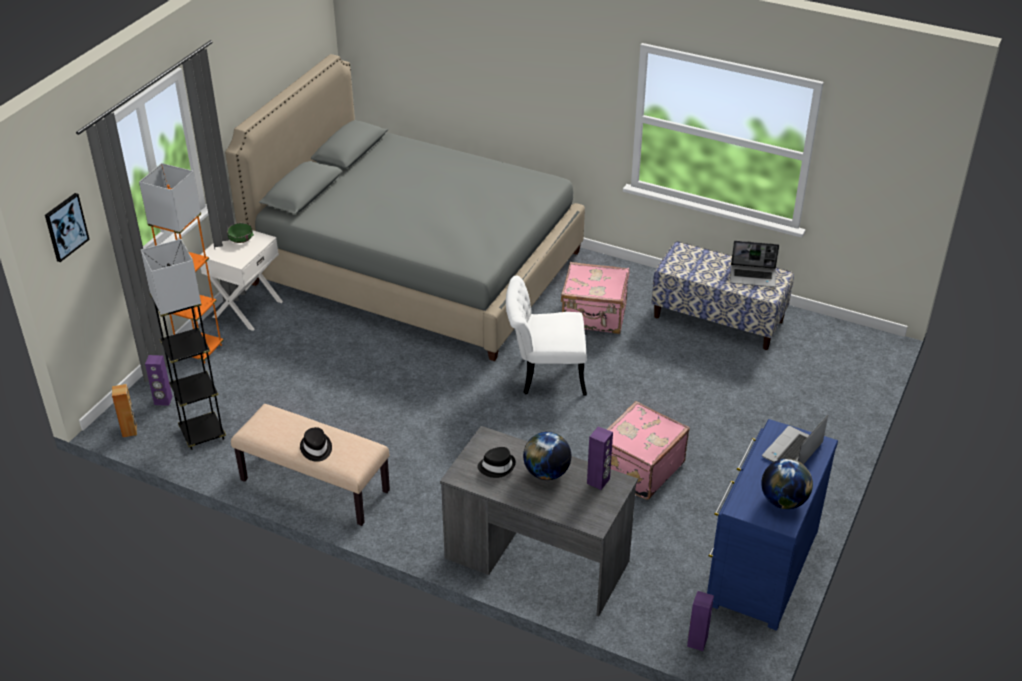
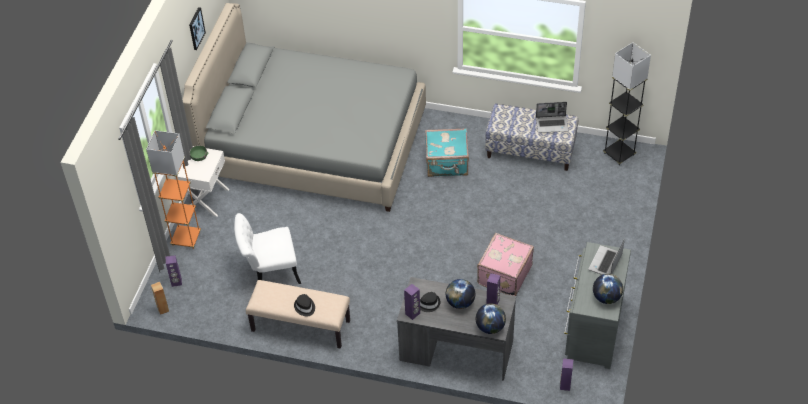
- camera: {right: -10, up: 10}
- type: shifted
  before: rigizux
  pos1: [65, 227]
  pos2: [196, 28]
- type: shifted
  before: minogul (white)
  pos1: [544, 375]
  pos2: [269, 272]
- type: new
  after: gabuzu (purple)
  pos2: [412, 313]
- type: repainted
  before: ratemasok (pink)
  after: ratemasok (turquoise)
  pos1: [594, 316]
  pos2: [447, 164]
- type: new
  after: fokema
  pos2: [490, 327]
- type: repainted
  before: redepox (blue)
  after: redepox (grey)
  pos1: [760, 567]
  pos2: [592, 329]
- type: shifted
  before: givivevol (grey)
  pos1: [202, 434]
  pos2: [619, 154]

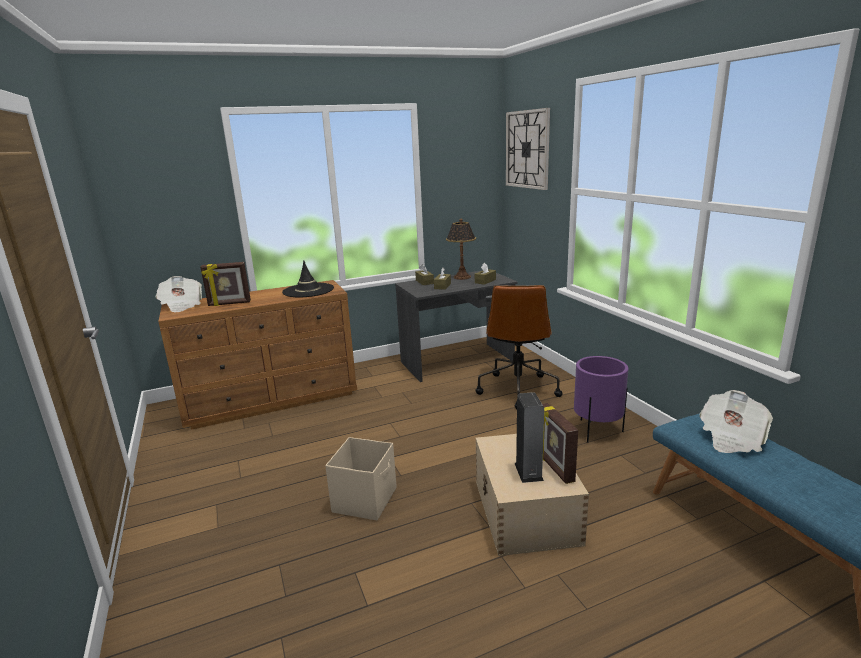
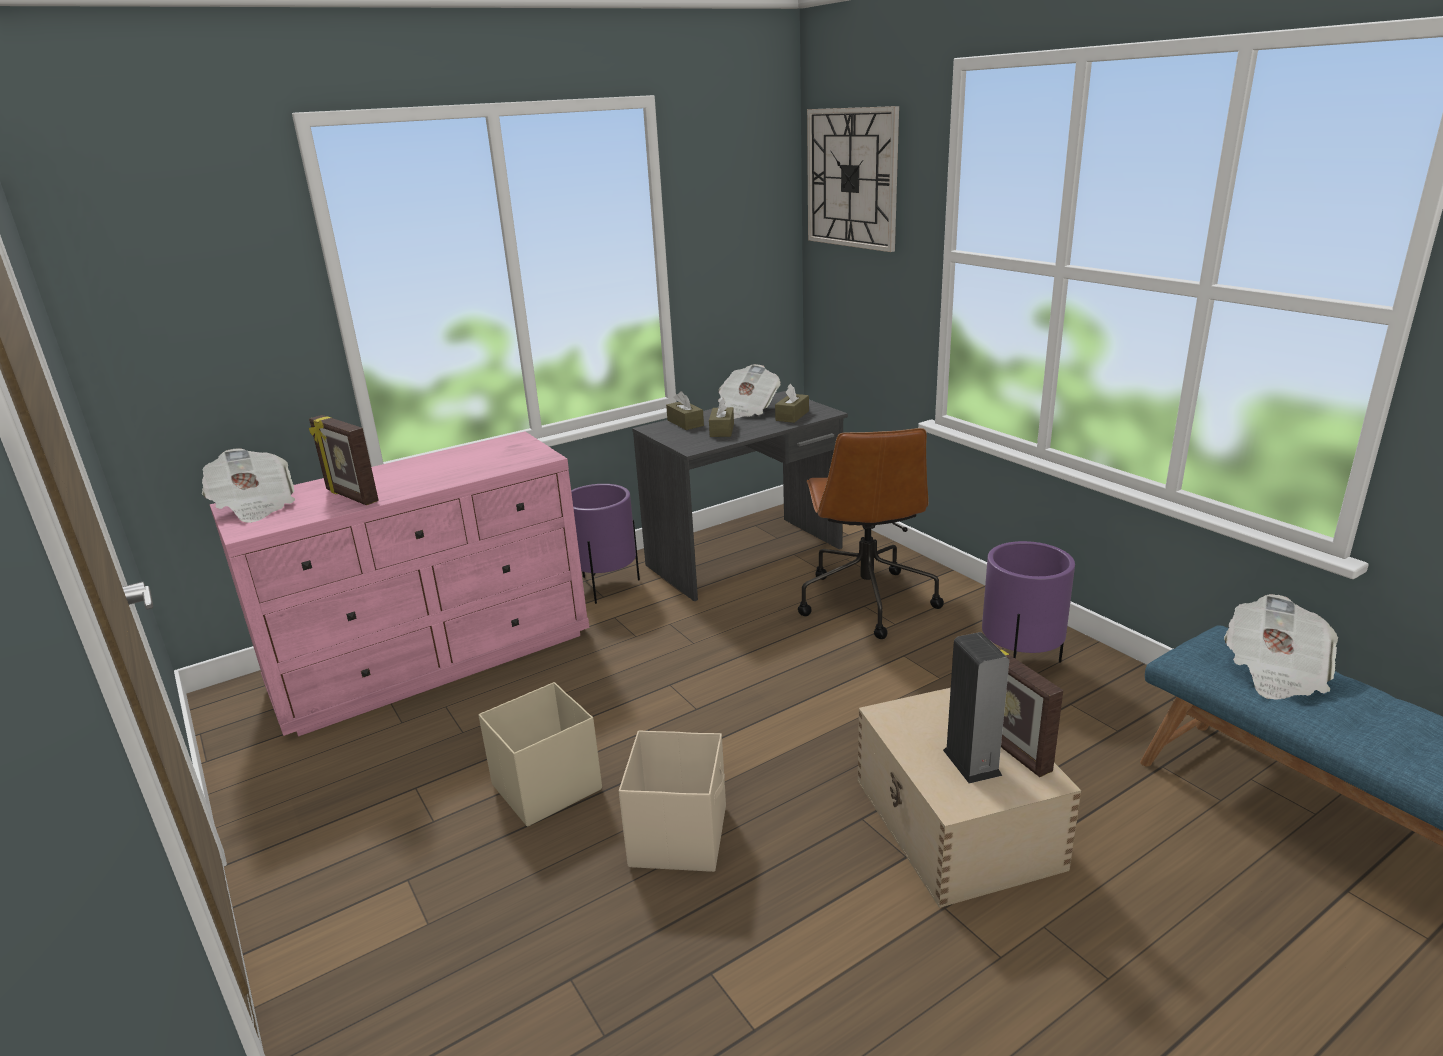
- camera: {right: -10, up: 5}
- type: repainted
  before: redepox (brown)
  after: redepox (pink)
  pos1: [273, 399]
  pos2: [435, 659]
- type: rotated
  before: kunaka
  pos1: [229, 304]
  pos2: [351, 496]
  turn: 60
- type: new
  after: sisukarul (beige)
  pos2: [545, 788]
- type: new
  after: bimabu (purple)
  pos2: [606, 586]
- type: swapped
  before: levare
  after: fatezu
  pos1: [462, 277]
  pos2: [747, 409]
- type: gone
  before: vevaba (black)
  pos1: [308, 290]

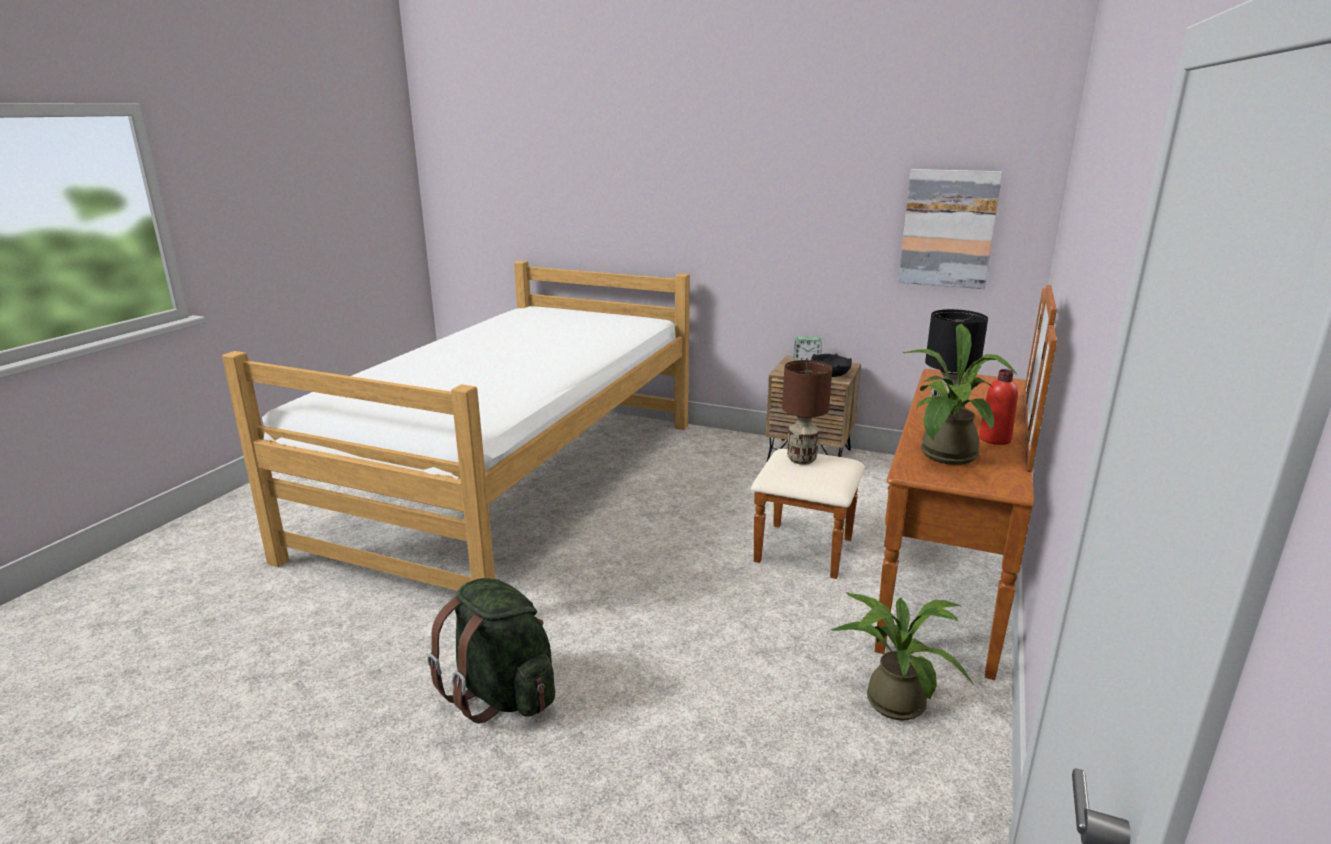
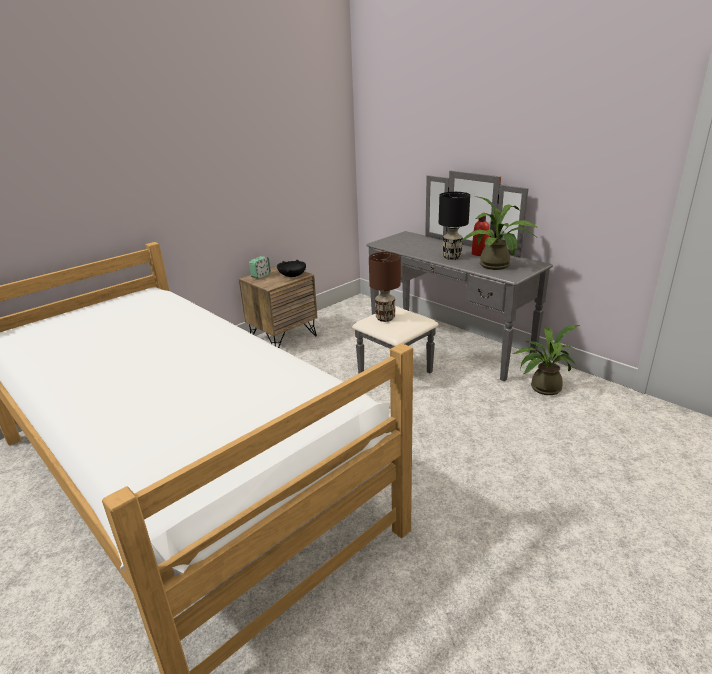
- camera: {right: -65, up: 5}
- type: repainted
  before: redepox (brown)
  after: redepox (grey)
  pos1: [910, 571]
  pos2: [437, 349]
- type: gone
  before: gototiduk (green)
  pos1: [502, 694]
- type: gone
  before: rigizux
  pos1: [948, 228]

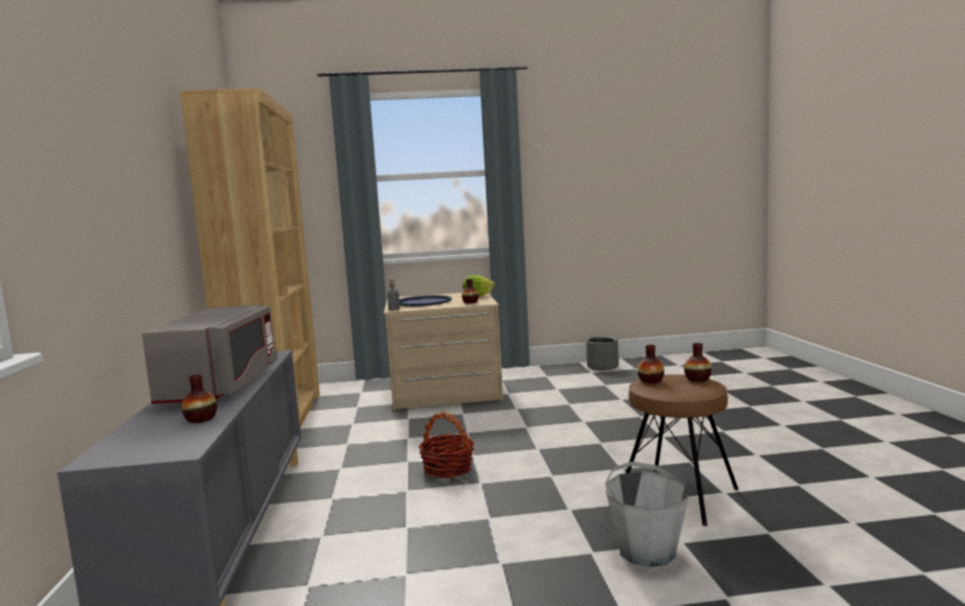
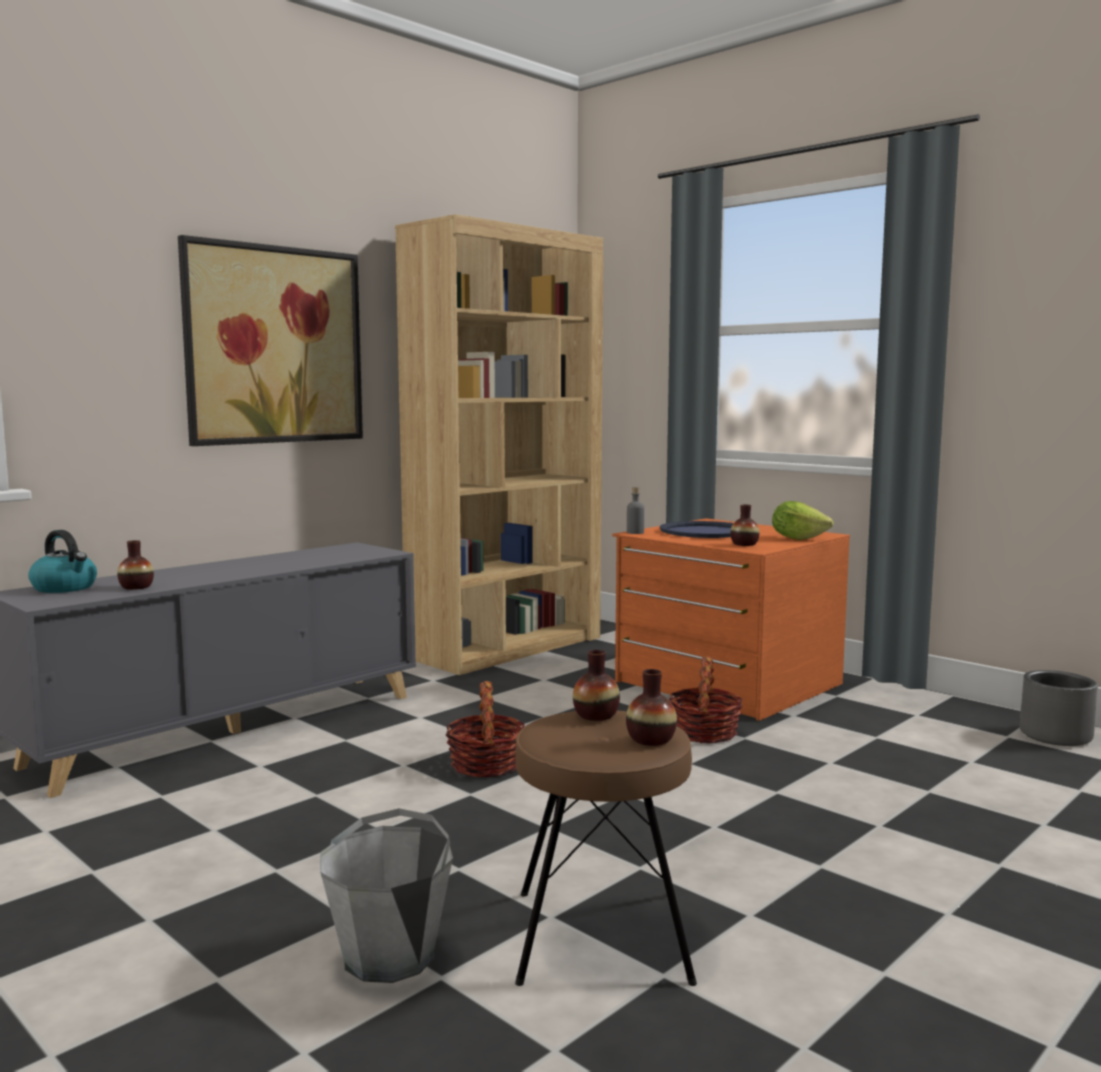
- camera: {right: 50, up: 0}
- type: new
  after: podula
  pos2: [65, 588]
- type: new
  after: rigizux
  pos2: [274, 345]
- type: repainted
  before: redepox (beige)
  after: redepox (orange)
  pos1: [445, 392]
  pos2: [726, 683]
- type: new
  after: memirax
  pos2: [704, 733]
- type: gone
  before: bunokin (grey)
  pos1: [222, 386]

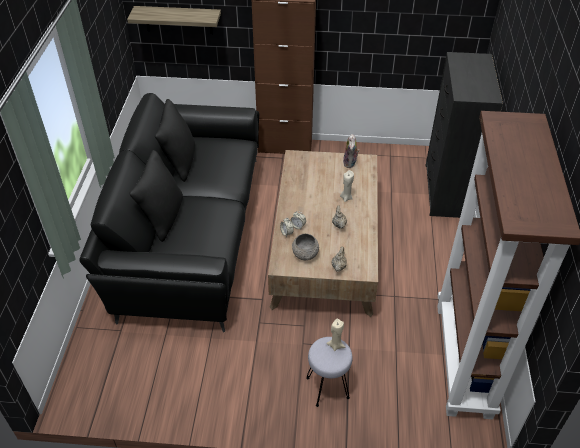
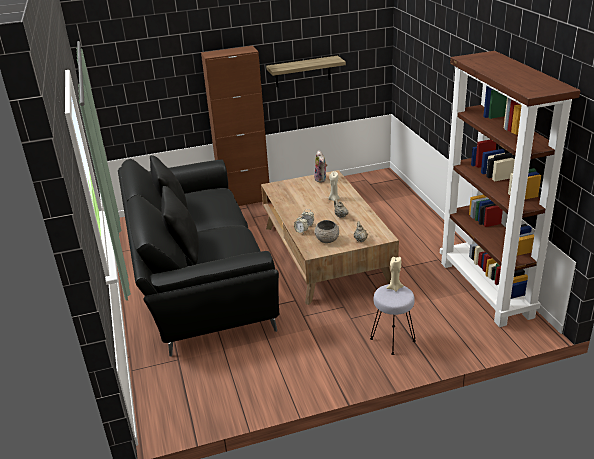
- camera: {right: -20, up: -15}
- type: shifted
  before: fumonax
  pos1: [178, 20]
  pos2: [302, 71]
- type: gone
  before: redepox (black)
  pos1: [447, 191]

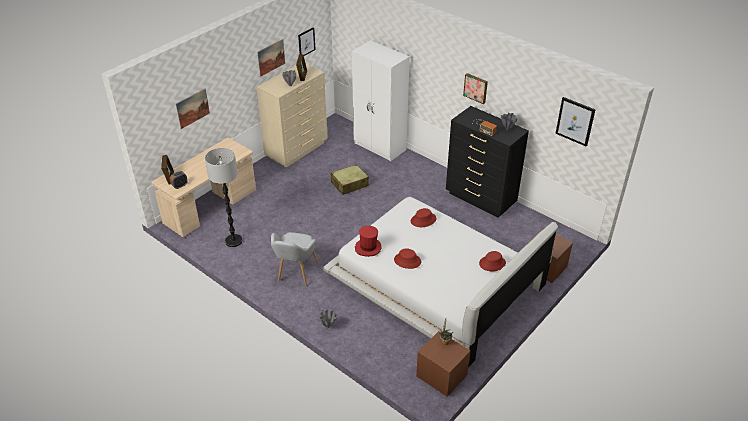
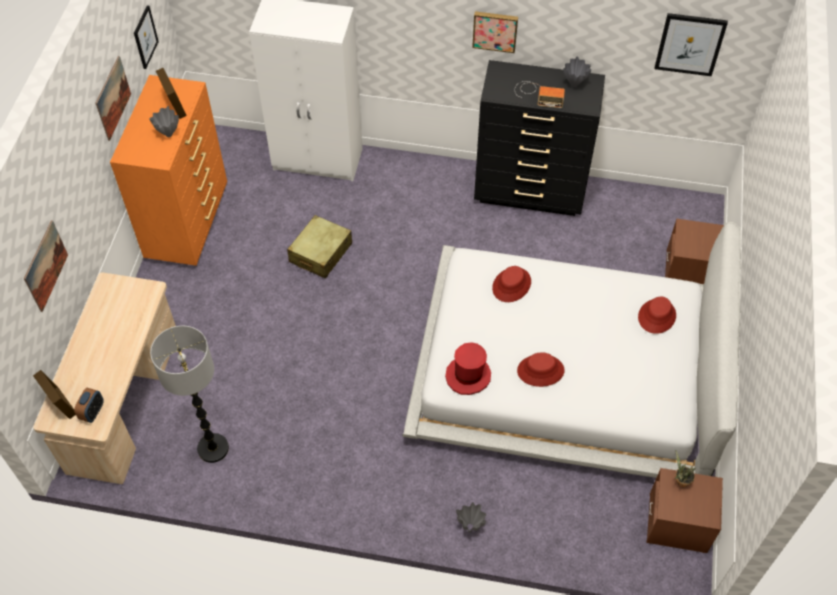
- camera: {right: -30, up: 15}
- type: repainted
  before: redepox (beige)
  after: redepox (orange)
  pos1: [297, 150]
  pos2: [189, 223]
- type: gone
  before: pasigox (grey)
  pos1: [295, 273]

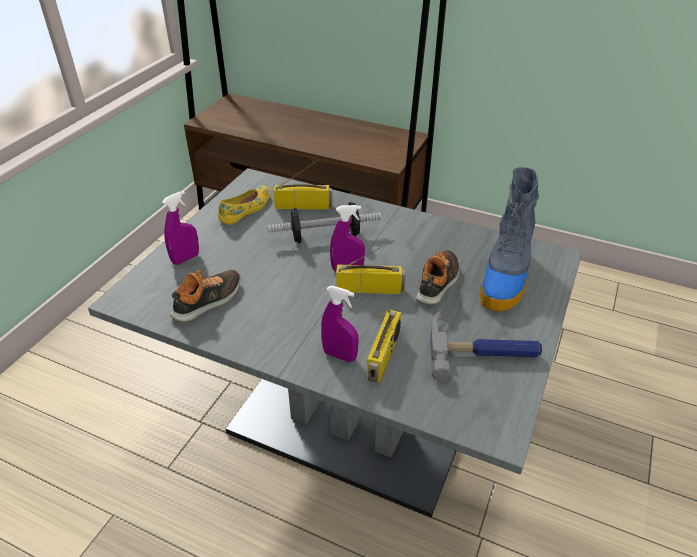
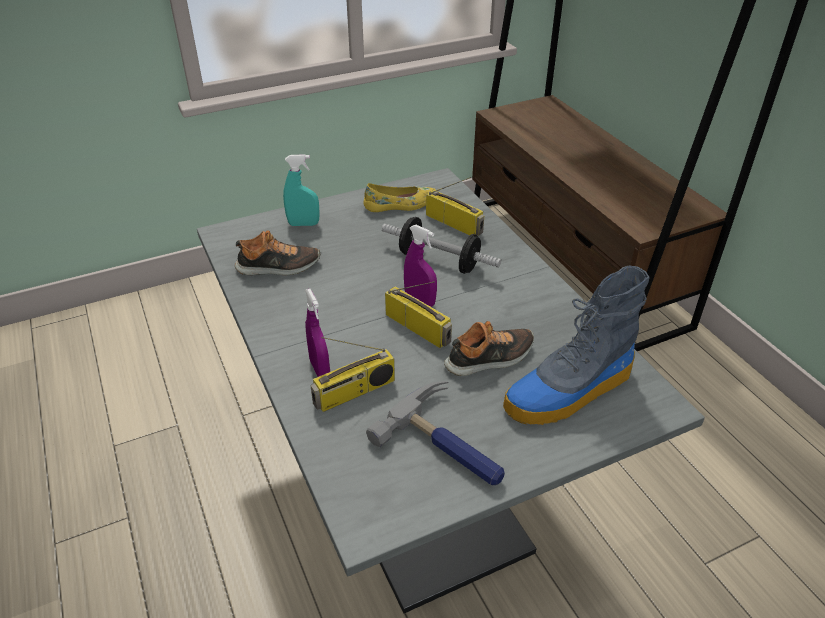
- camera: {right: 40, up: 0}
- type: repainted
  before: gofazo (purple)
  after: gofazo (turquoise)
  pos1: [185, 258]
  pos2: [303, 224]

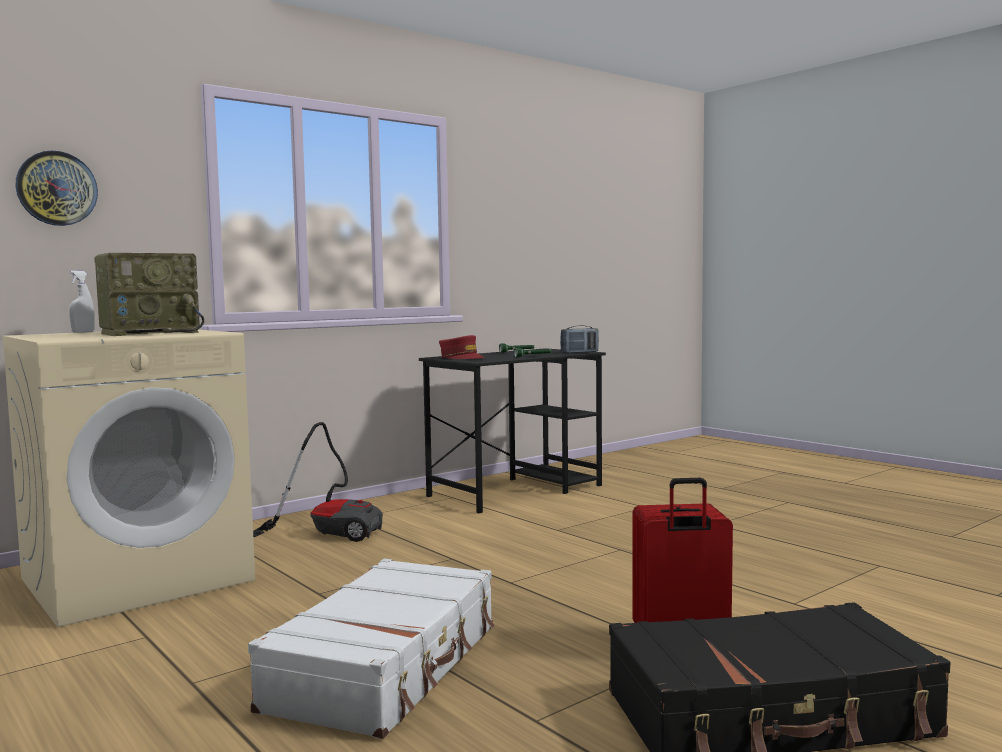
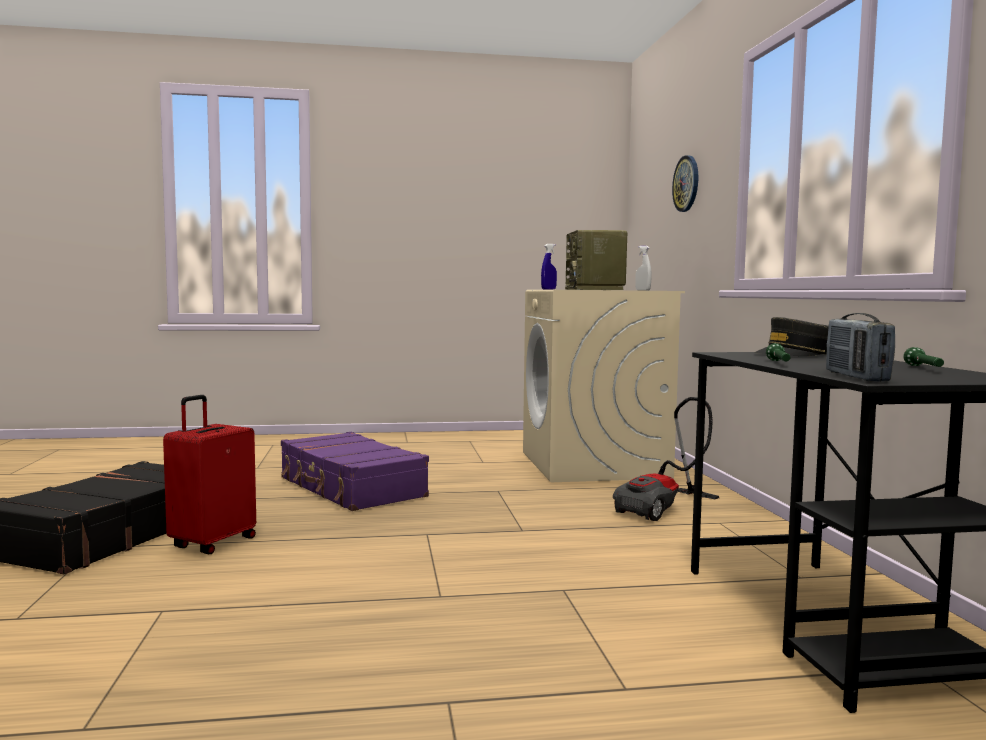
- camera: {right: 120, up: 0}
- type: repainted
  before: ratemasok (white)
  after: ratemasok (purple)
  pos1: [387, 667]
  pos2: [350, 488]
- type: new
  after: gofazo (blue)
  pos2: [548, 289]
- type: repainted
  before: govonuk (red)
  after: govonuk (grey)
  pos1: [461, 358]
  pos2: [794, 354]

